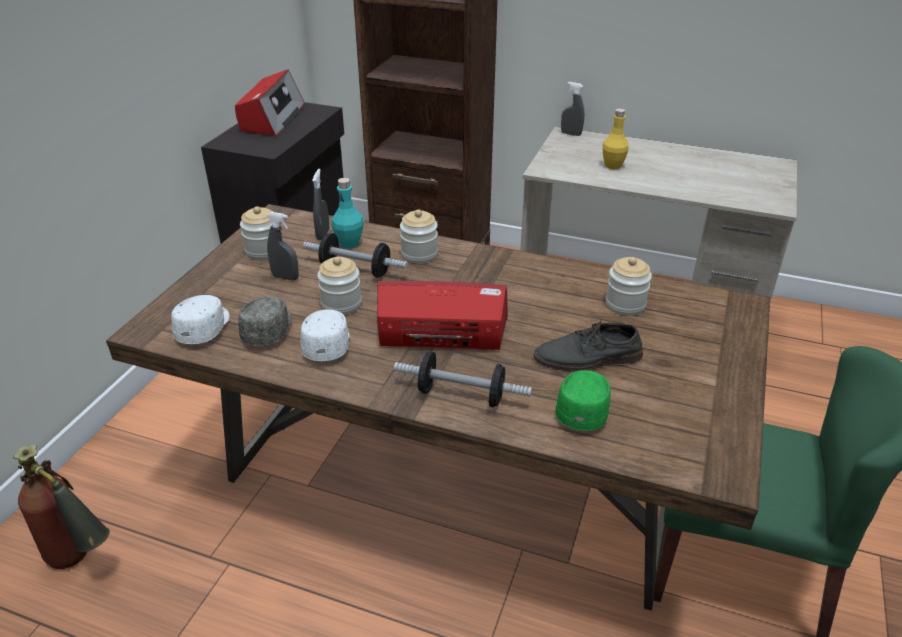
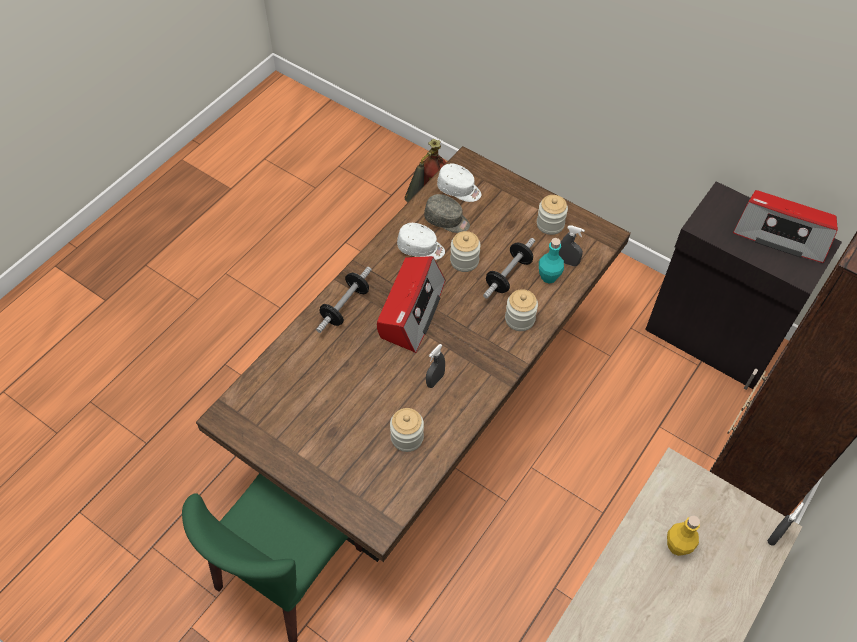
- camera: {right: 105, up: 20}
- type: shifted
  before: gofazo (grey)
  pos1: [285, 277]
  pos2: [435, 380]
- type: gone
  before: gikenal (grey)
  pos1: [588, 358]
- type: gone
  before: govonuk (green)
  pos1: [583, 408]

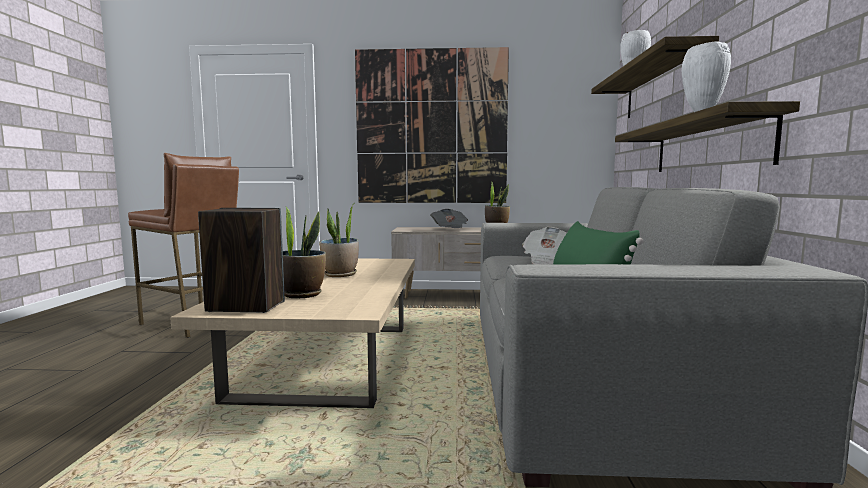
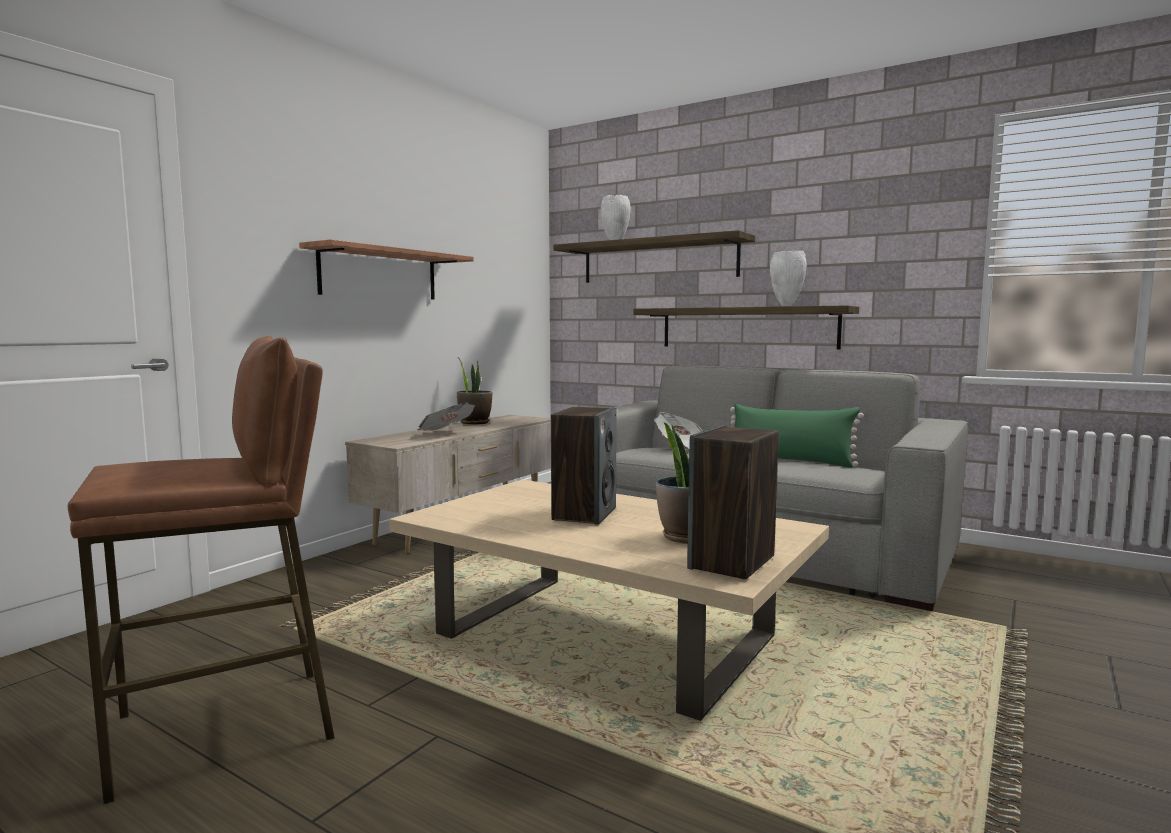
- camera: {right: -60, up: 0}
- type: swapped
  before: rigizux
  after: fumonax
  pos1: [431, 127]
  pos2: [379, 274]
- type: swapped
  before: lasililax
  after: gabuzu
  pos1: [340, 275]
  pos2: [584, 514]

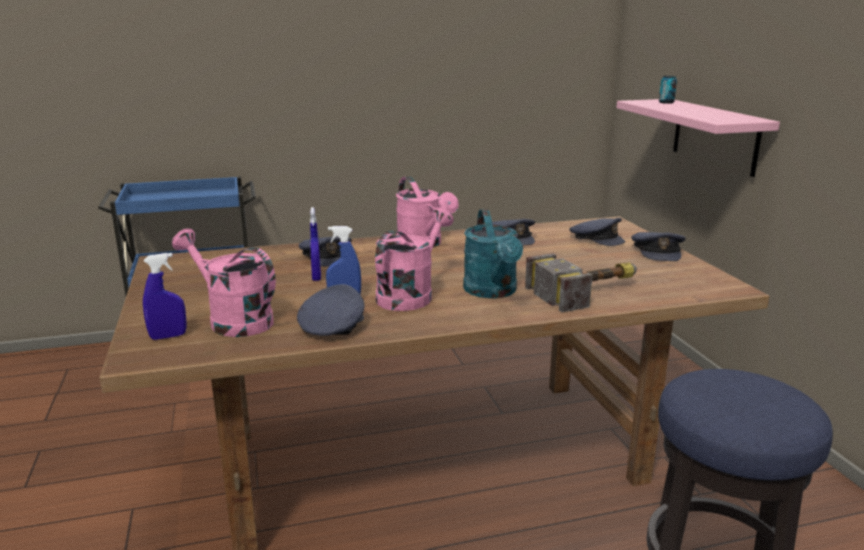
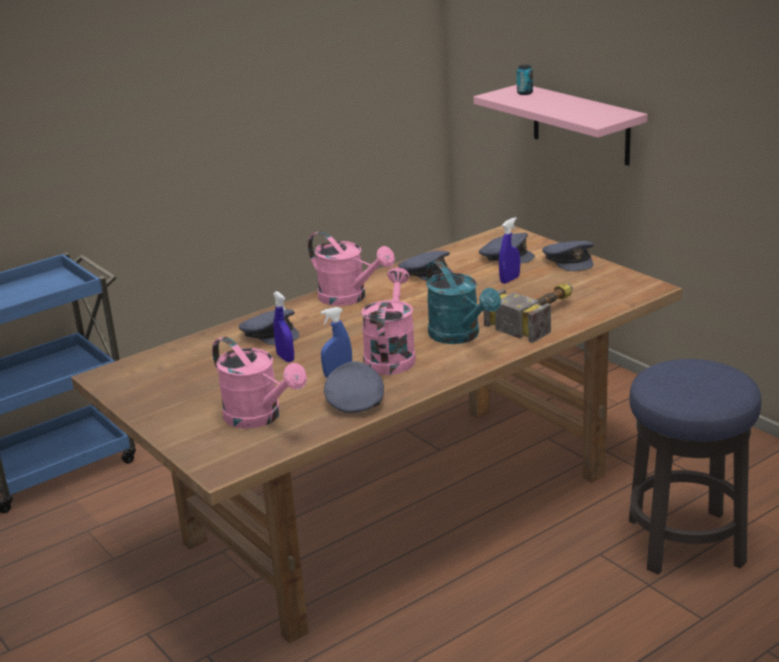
- camera: {right: -20, up: 5}
- type: rotated
  before: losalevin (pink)
  pos1: [233, 320]
  pos2: [260, 417]
  turn: -150
- type: shifted
  before: gofazo (blue)
  pos1: [168, 336]
  pos2: [509, 280]

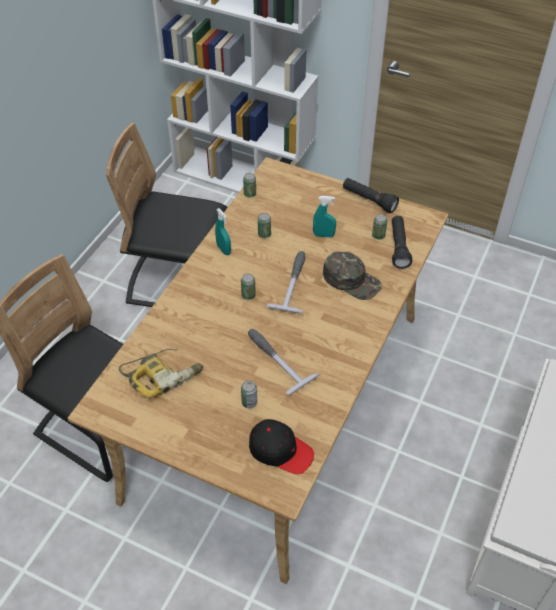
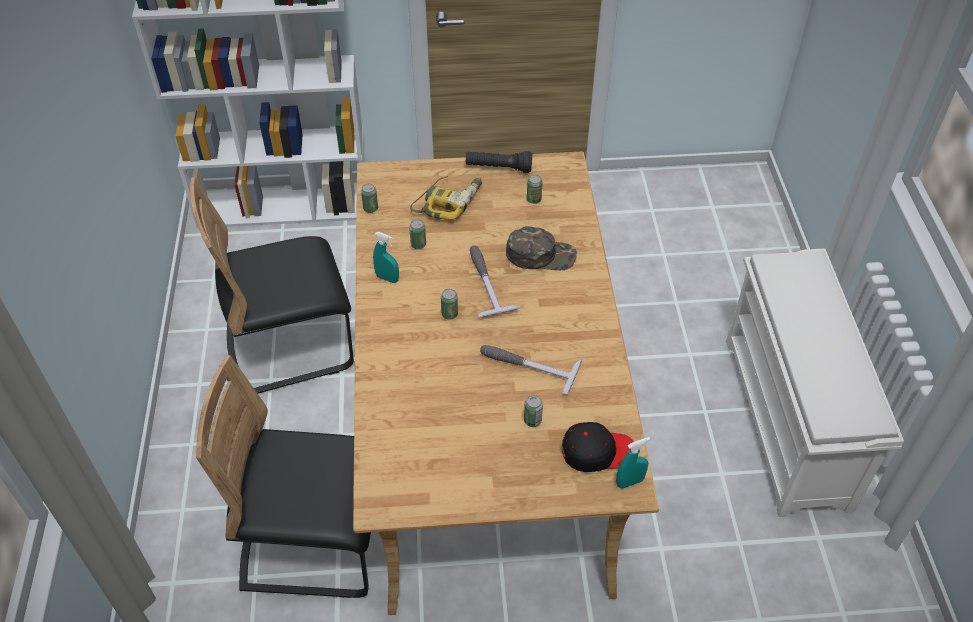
- camera: {right: -30, up: 0}
- type: shifted
  before: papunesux
  pos1: [163, 374]
  pos2: [448, 201]
- type: shifted
  before: gofazo (turquoise)
  pos1: [323, 235]
  pos2: [630, 482]
- type: gone
  before: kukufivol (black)
  pos1: [398, 247]

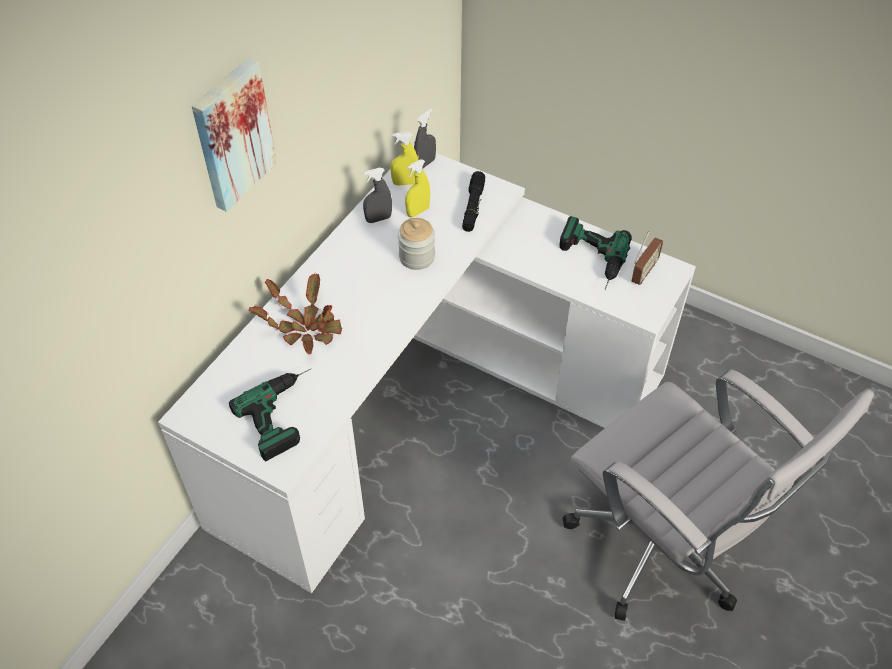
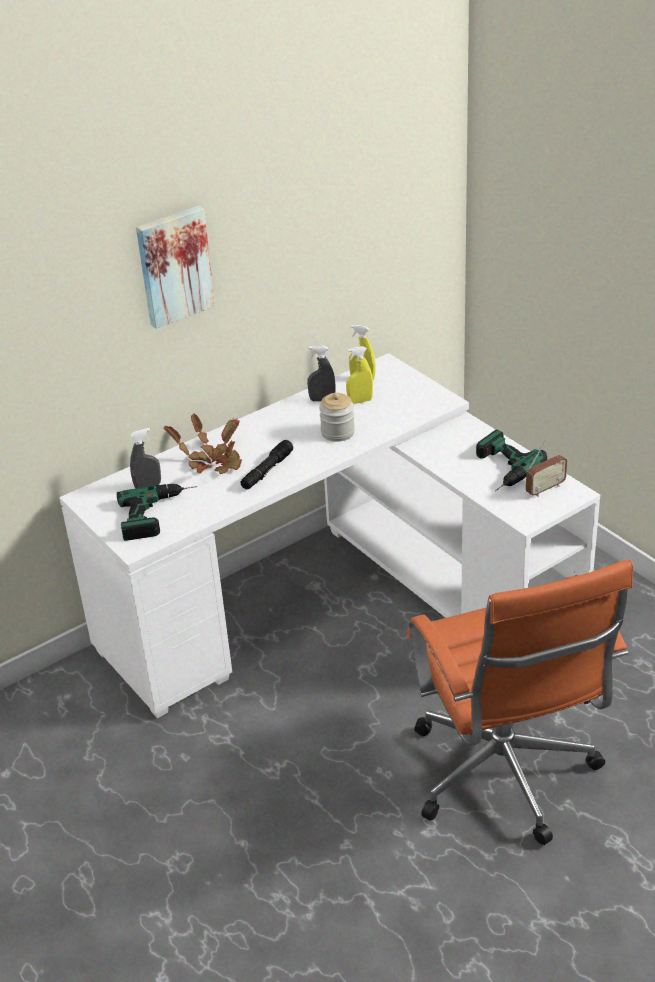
- camera: {right: 25, up: -15}
- type: shifted
  before: gofazo (grey)
  pos1: [425, 163]
  pos2: [148, 486]
- type: shifted
  before: kukufivol (black)
  pos1: [473, 207]
  pos2: [267, 471]
- type: repainted
  before: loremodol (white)
  after: loremodol (orange)
  pos1: [664, 550]
  pos2: [506, 778]

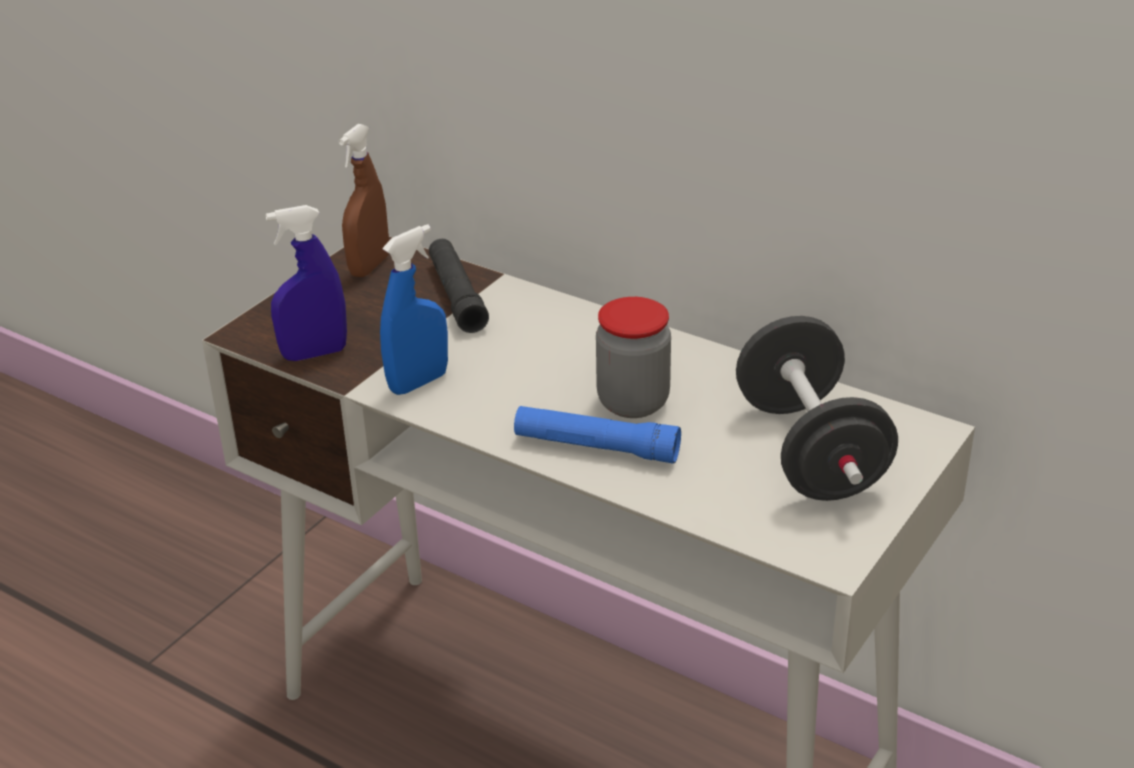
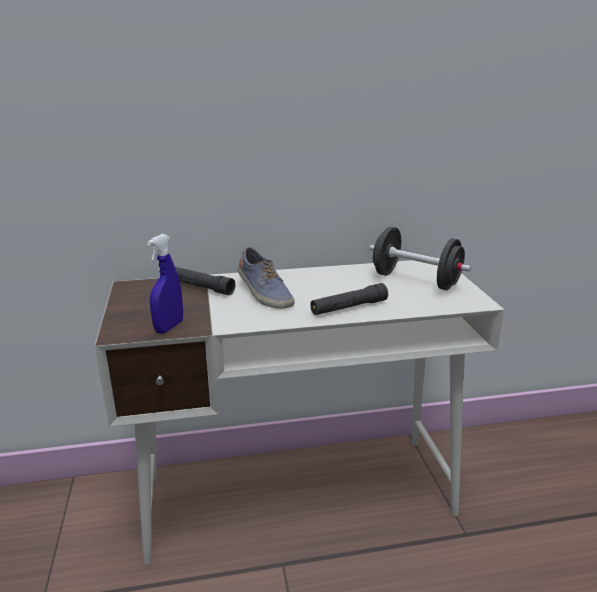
- camera: {right: -45, up: -10}
- type: new
  after: gikenal
  pos2: [263, 293]
- type: repainted
  before: kukufivol (blue)
  after: kukufivol (black)
  pos1: [596, 447]
  pos2: [348, 307]
- type: gone
  before: gofazo (brown)
  pos1: [369, 266]
- type: gone
  before: gofazo (blue)
  pos1: [418, 382]
- type: gone
  before: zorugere
  pos1: [633, 402]

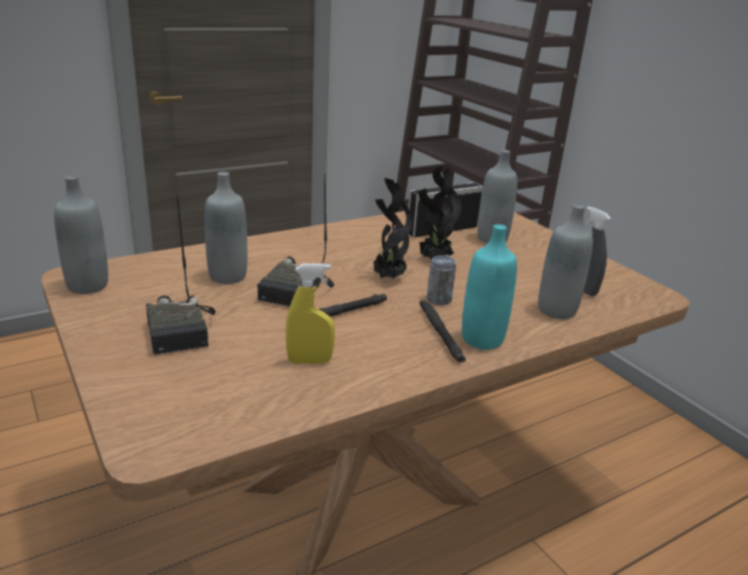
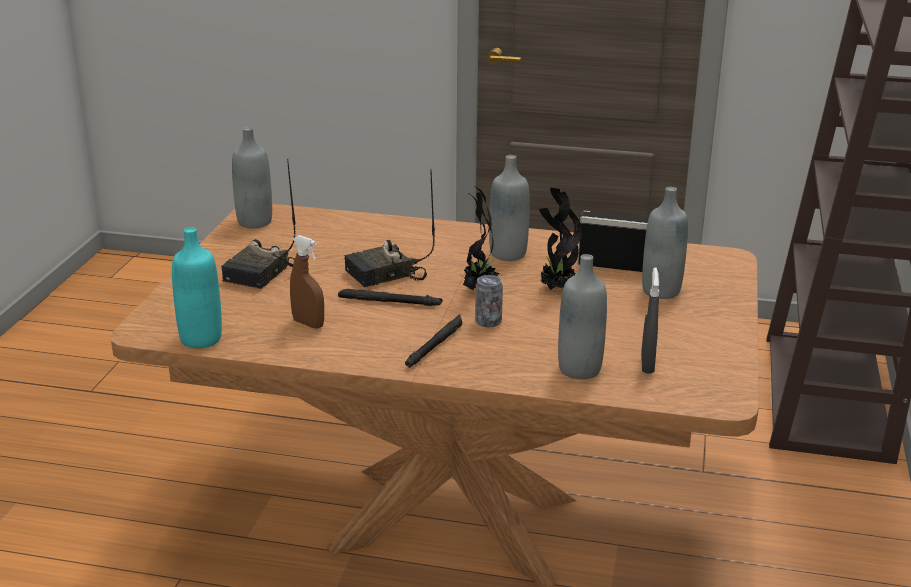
- camera: {right: 45, up: 0}
- type: shifted
  before: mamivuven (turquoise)
  pos1: [482, 339]
  pos2: [201, 339]
- type: repainted
  before: gofazo (yellow)
  after: gofazo (brown)
  pos1: [309, 361]
  pos2: [308, 324]
- type: shifted
  before: mamivuven (grey)
  pos1: [228, 276]
  pos2: [508, 254]

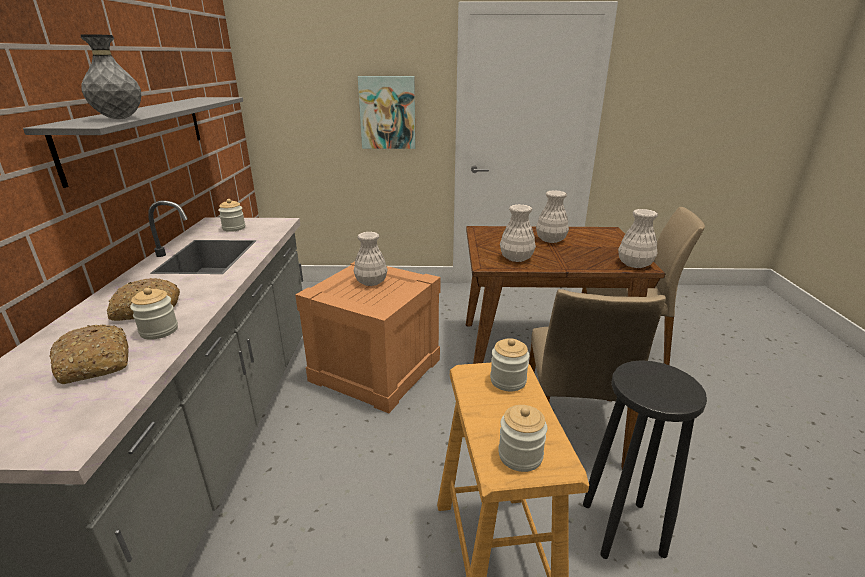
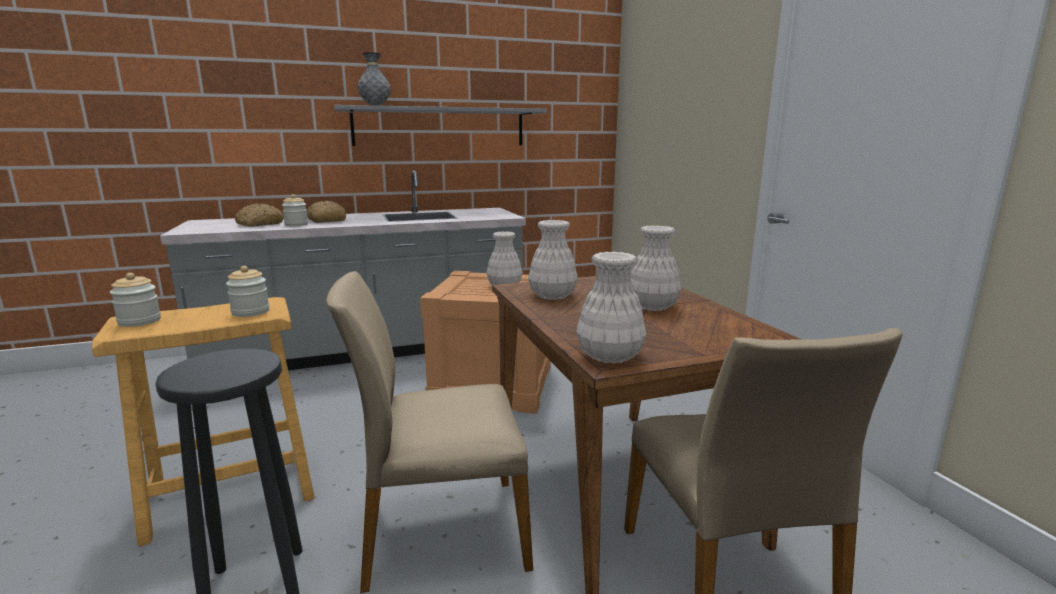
- camera: {right: 70, up: -10}
- type: gone
  before: zorugere
  pos1: [234, 228]
- type: gone
  before: rigizux
  pos1: [387, 113]

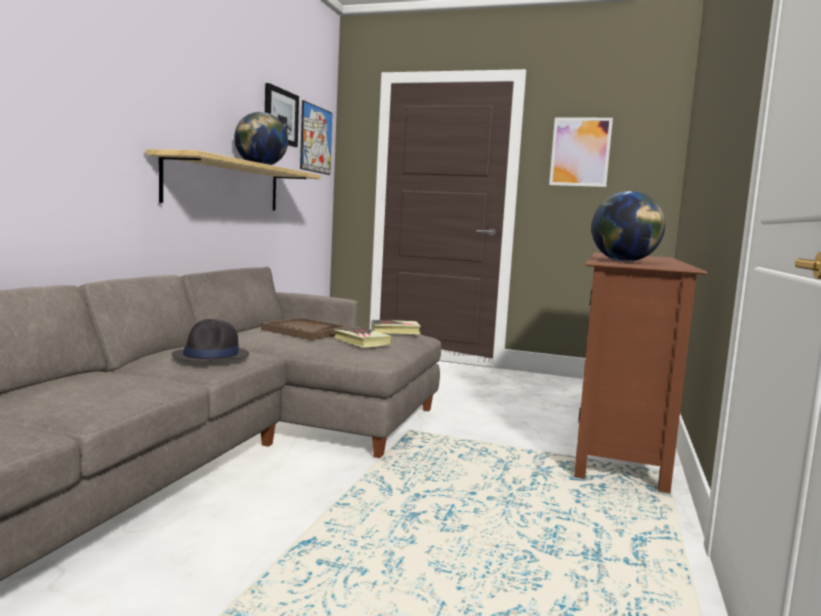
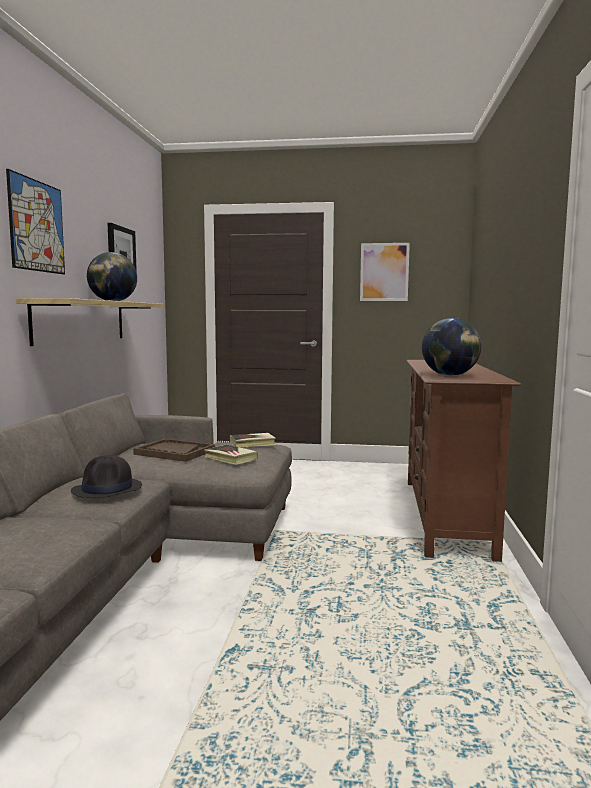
- camera: {right: -10, up: 0}
- type: shifted
  before: rigizux
  pos1: [316, 139]
  pos2: [37, 226]

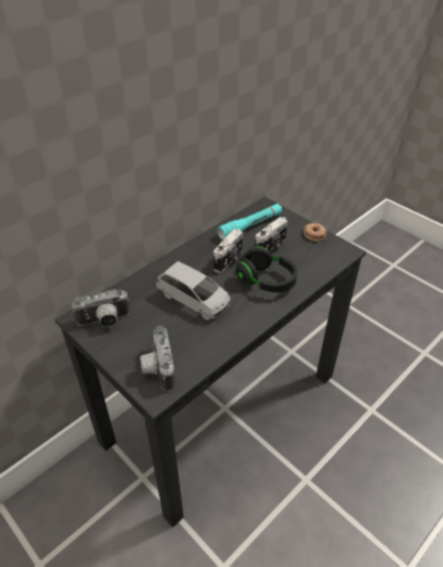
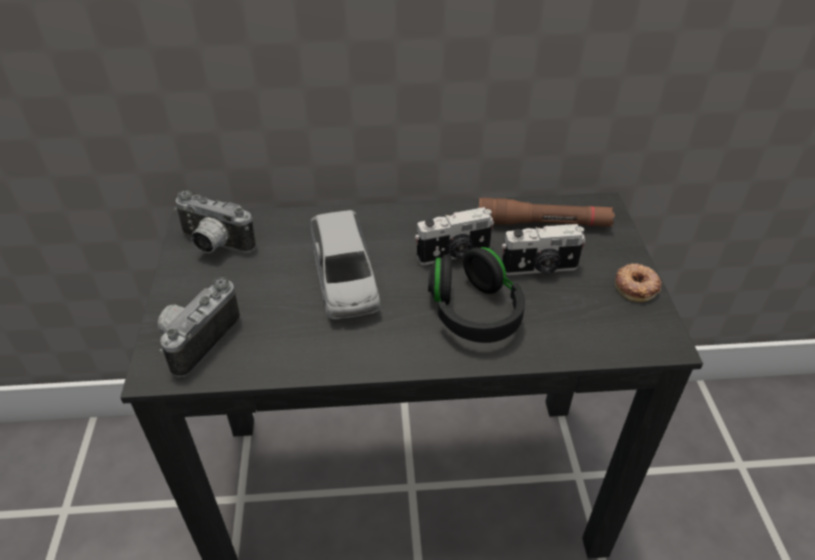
- camera: {right: 40, up: 0}
- type: repainted
  before: kukufivol (turquoise)
  after: kukufivol (brown)
  pos1: [250, 226]
  pos2: [543, 224]

